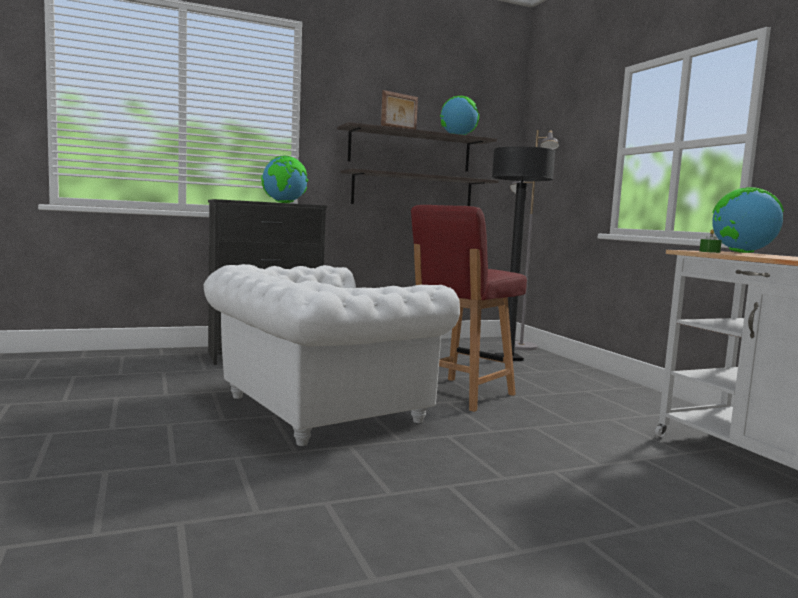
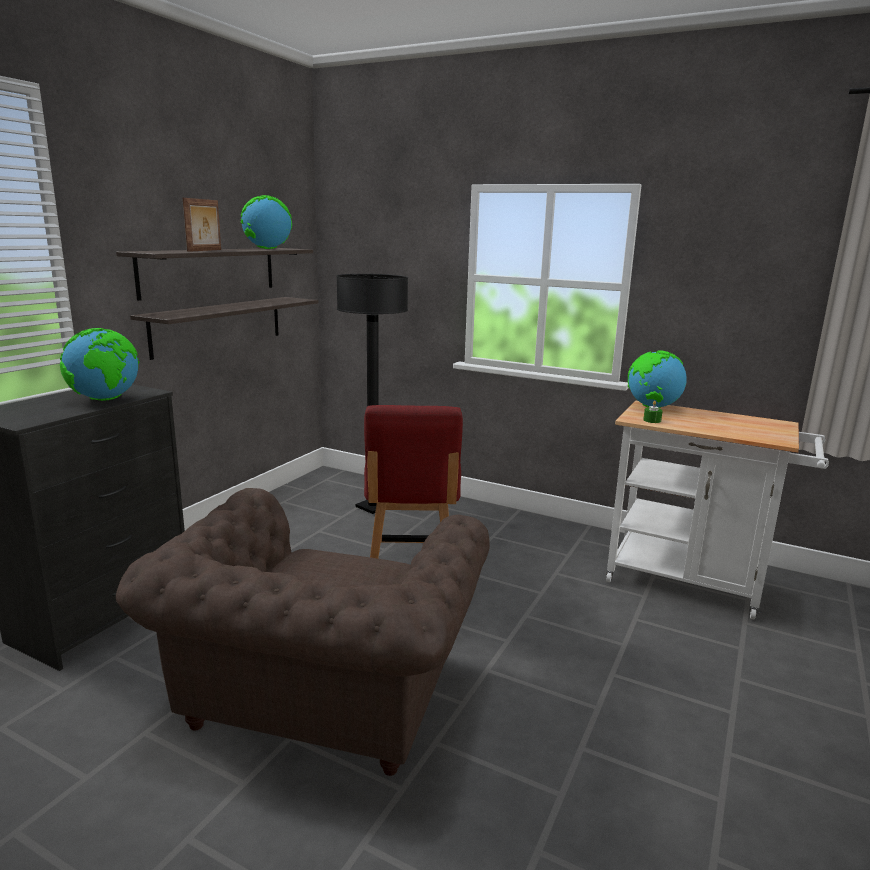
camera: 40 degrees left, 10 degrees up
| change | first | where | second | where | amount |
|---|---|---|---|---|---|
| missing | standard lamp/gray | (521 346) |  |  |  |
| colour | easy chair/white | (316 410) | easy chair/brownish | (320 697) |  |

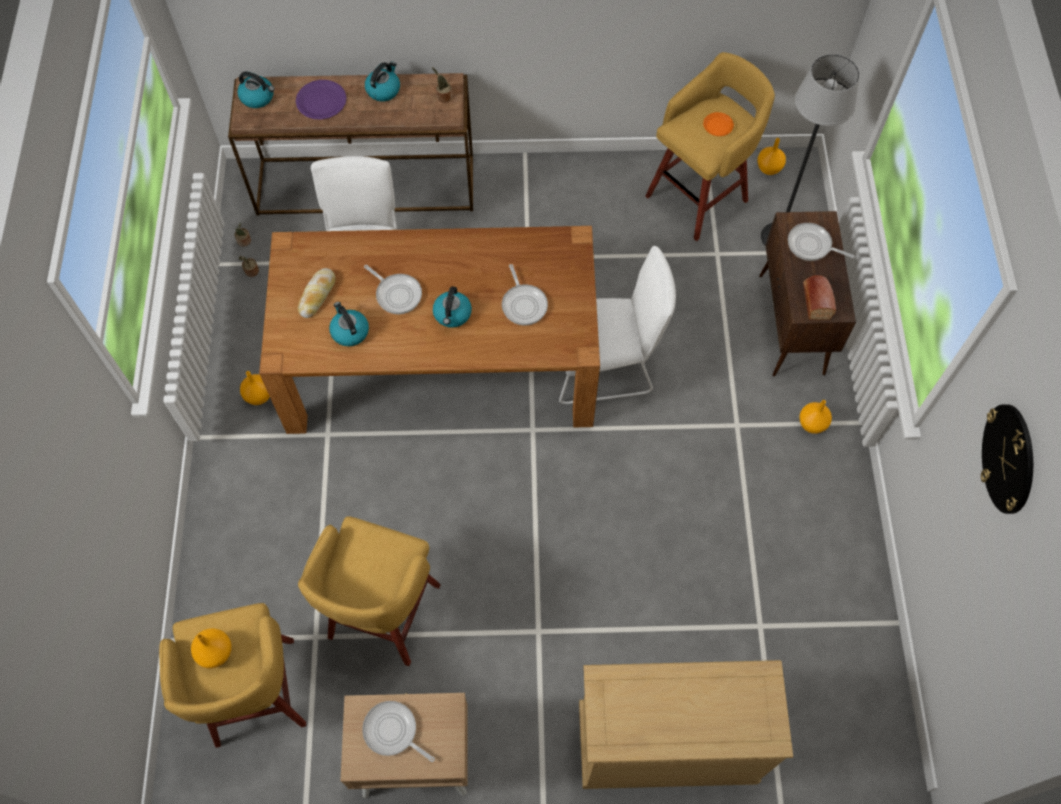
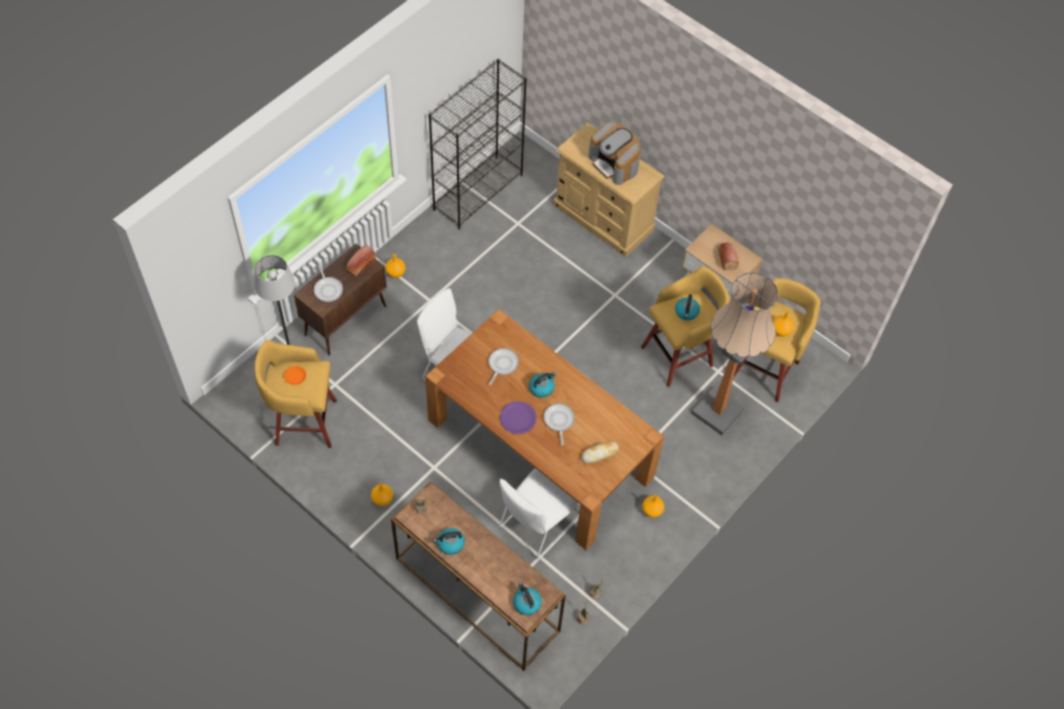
camera: 140 degrees left, 5 degrees down
| change | first | where | second | where | amount |
|---|---|---|---|---|---|
| relocated | flat dish/purple | (321 101) |  | (518 418) |  |
| relocated | vase/orangey | (769 168) |  | (382 499) |  |
| relocated | kettle | (349 331) |  | (686 312) |  |
| missing | hanging clock | (1008 458) |  |  |  |
| exchanged | pan | (393 732) | baked bread | (726 258) |  |
| appeared |  |  | bookshelf/blackish | (478 191) |  |
| appeared |  |  | coffee machine | (614 163) |  |
| appeared |  |  | standard lamp | (717 412) |  |

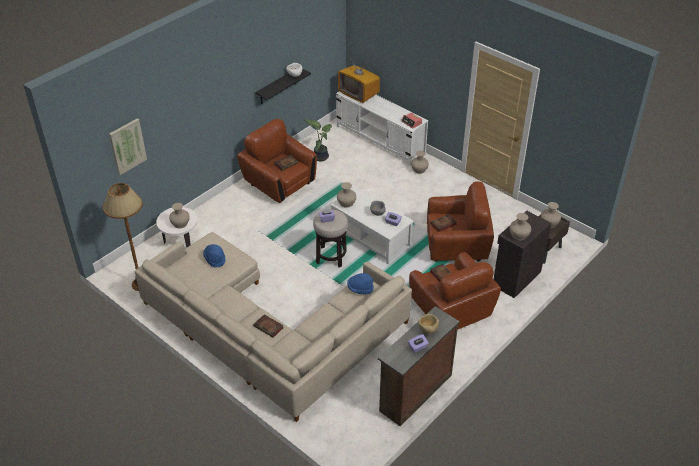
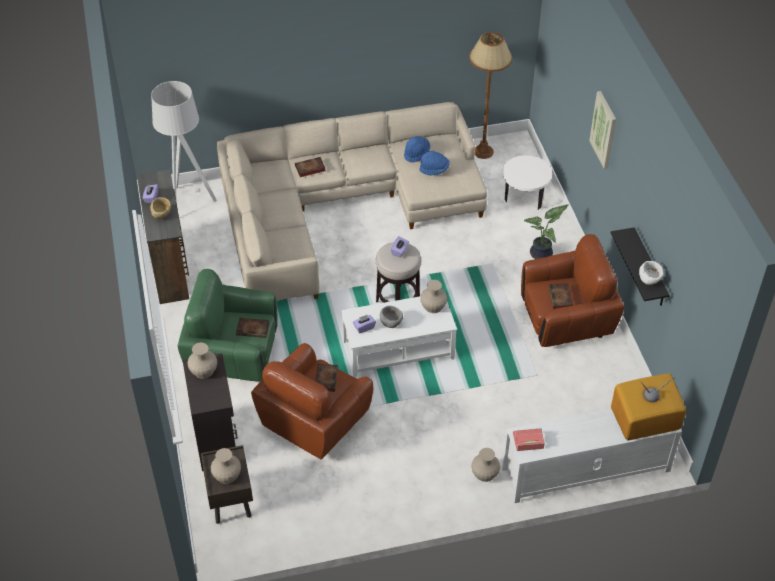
camera: 125 degrees right, 5 degrees up
| change | first | where | second | where | amount |
|---|---|---|---|---|---|
| relocated | wall art | (127 146) |  | (604 130) |  |
| relocated | plant in a pot | (320 156) |  | (542 254) |  |
| missing | vase/beige-coloured | (180 223) |  |  |  |
| colour | easy chair/brownish | (450 309) | easy chair/greenish | (232 353) |  |
| relocated | clothing hat/blue | (360 289) |  | (416 154) |  |
| appeared |  |  | standard lamp/gray | (189 202) |  |

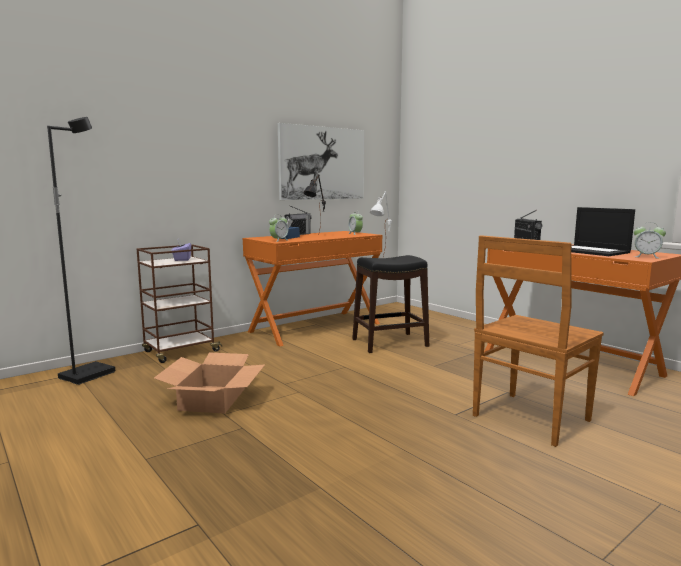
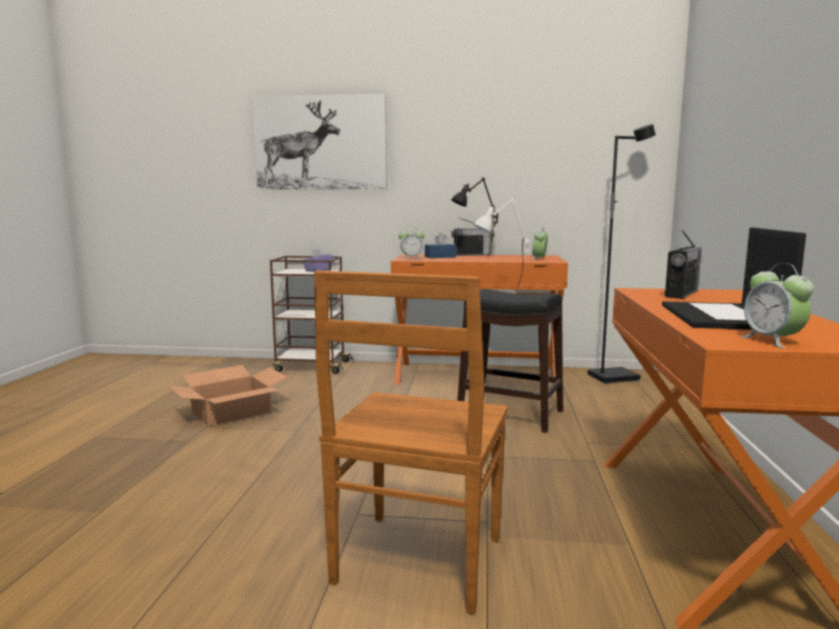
camera: 45 degrees right, 0 degrees up
| change | first | where | second | where | amount |
|---|---|---|---|---|---|
| relocated | standard lamp/blackish | (87 375) |  | (613 377) |  |
| relocated | wall art | (322 163) |  | (320 143) |  |
| spun | upright chair/brownish | (529 419) |  | (417 563) | 75 degrees counterclockwise |

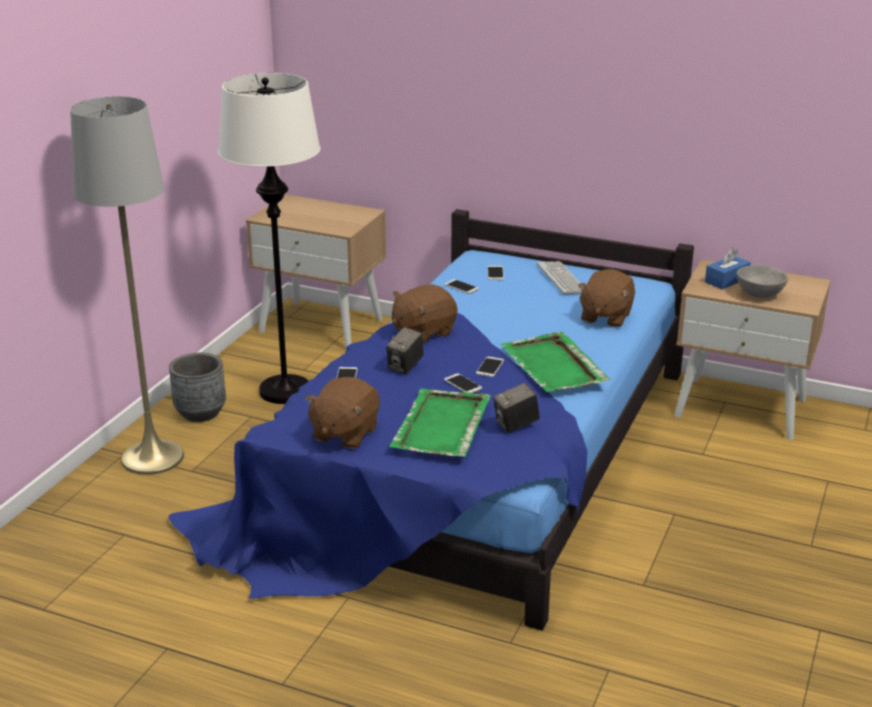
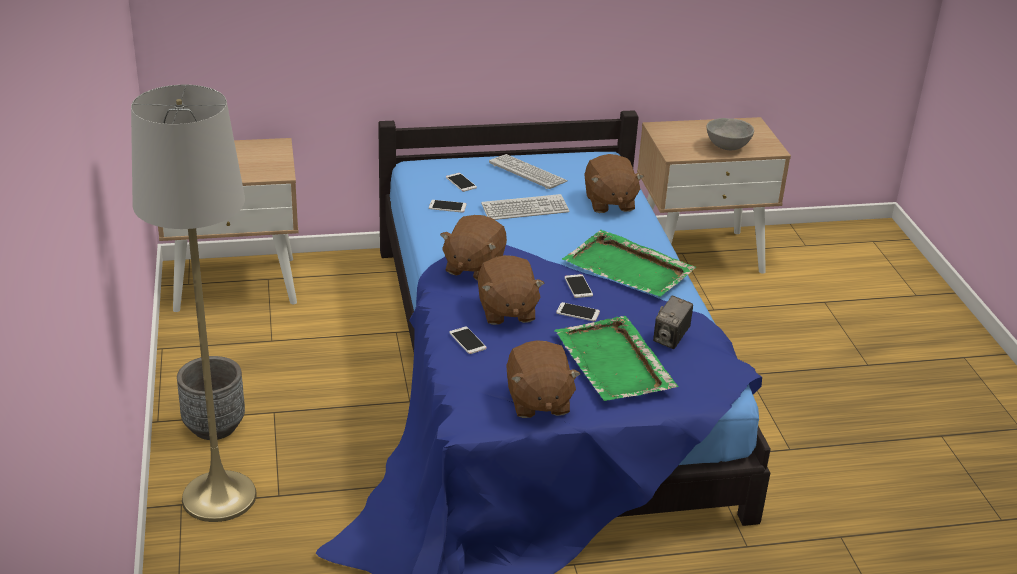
camera: 35 degrees left, 5 degrees up
| change | first | where | second | where | amount |
|---|---|---|---|---|---|
| missing | standard lamp/white | (285 391) |  |  |  |
| missing | tissue holder/blue | (726 280) |  |  |  |
| exchanged | photo camera | (405 367) | cuddly toy/brownish | (506 311) |  |
| appeared |  |  | PC keyboard | (525 209) |  |

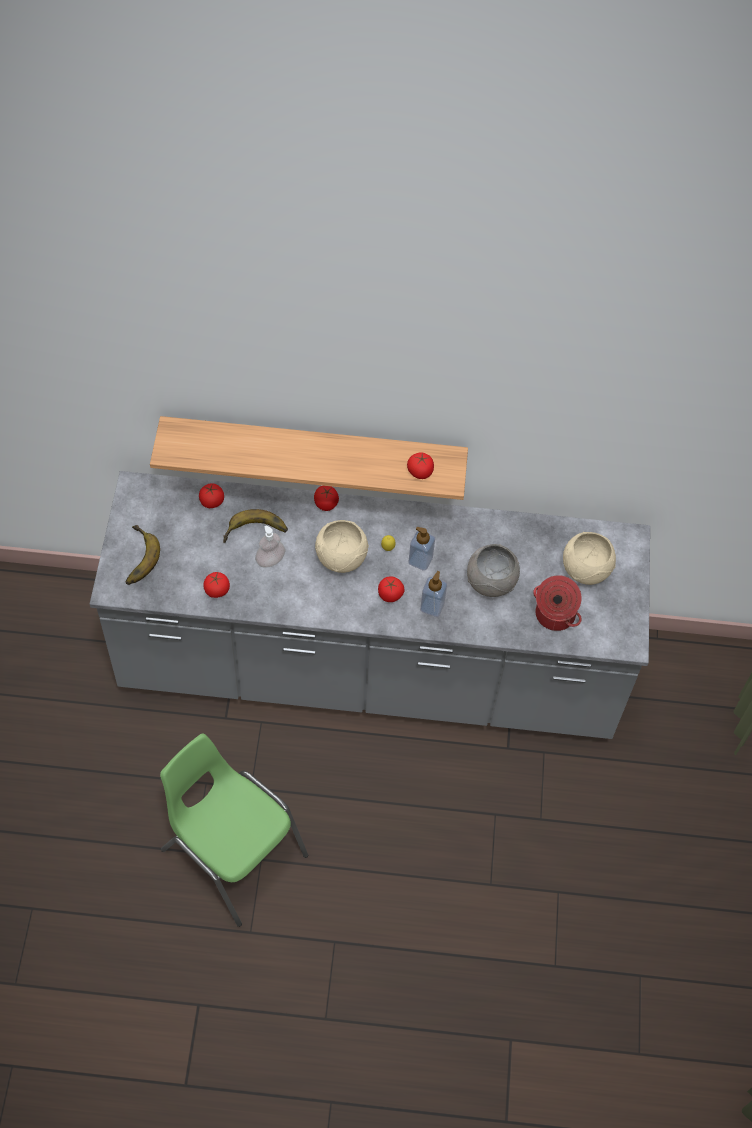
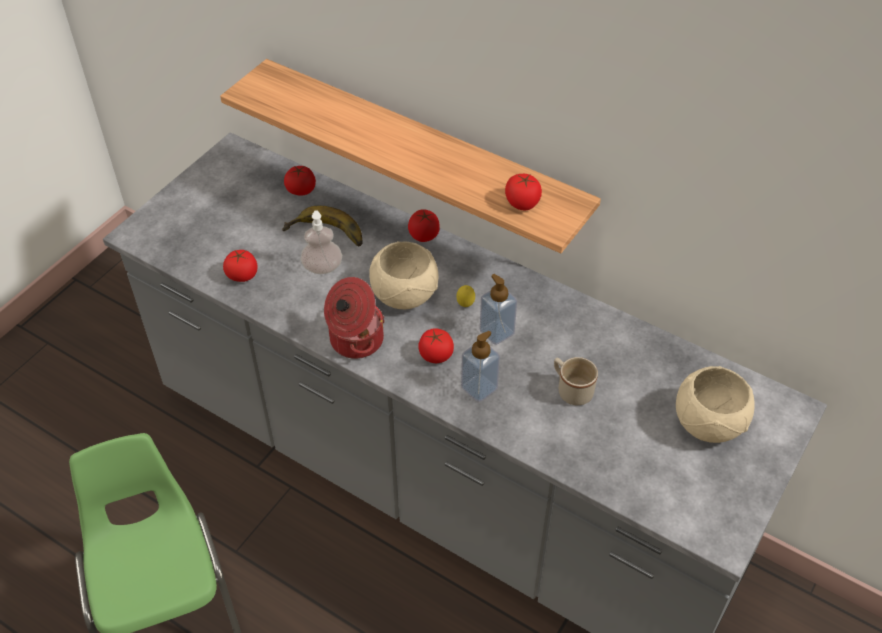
camera: 30 degrees right, 10 degrees down
| change | first | where | second | where | amount |
|---|---|---|---|---|---|
| missing | banana | (135 558) |  |  |  |
| exchanged | serving bowl/gray | (491 582) | coffee mug/beige-coloured | (571 389) |  |
| relocated | stockpot | (554 615) |  | (355 340) |  |

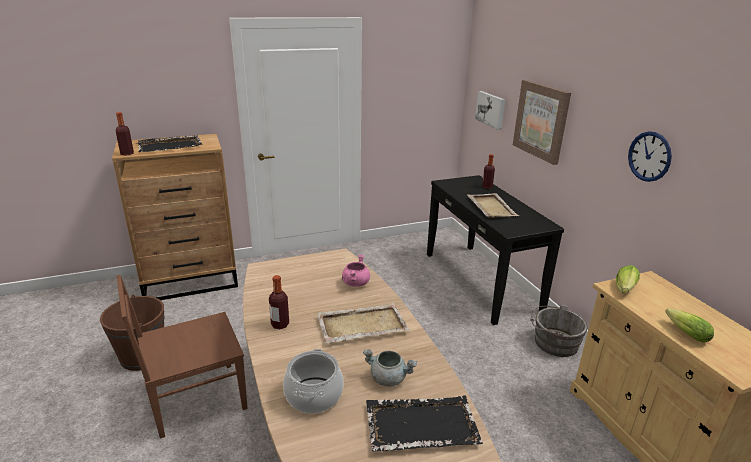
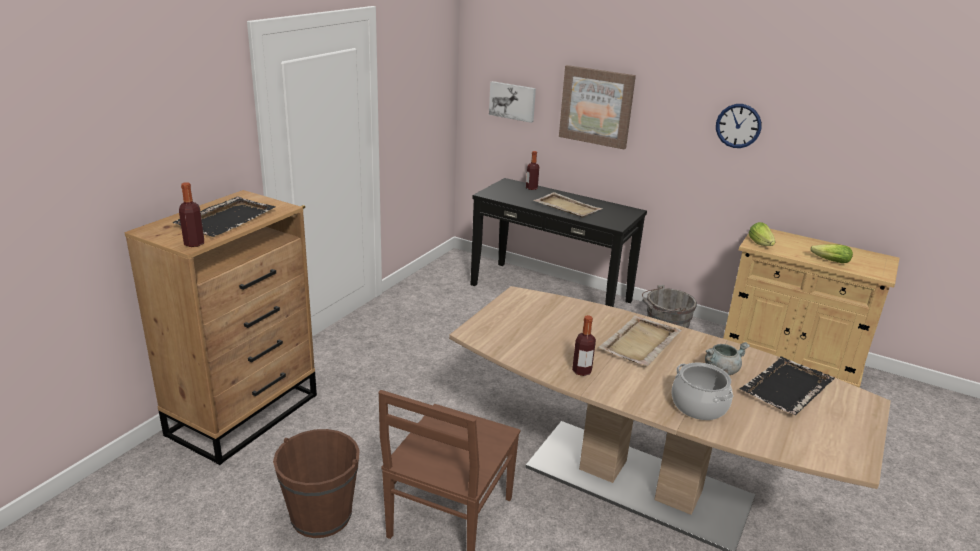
camera: 40 degrees left, 0 degrees up
| change | first | where | second | where | amount |
|---|---|---|---|---|---|
| missing | stockpot/pink-coloured | (355 283) |  |  |  |

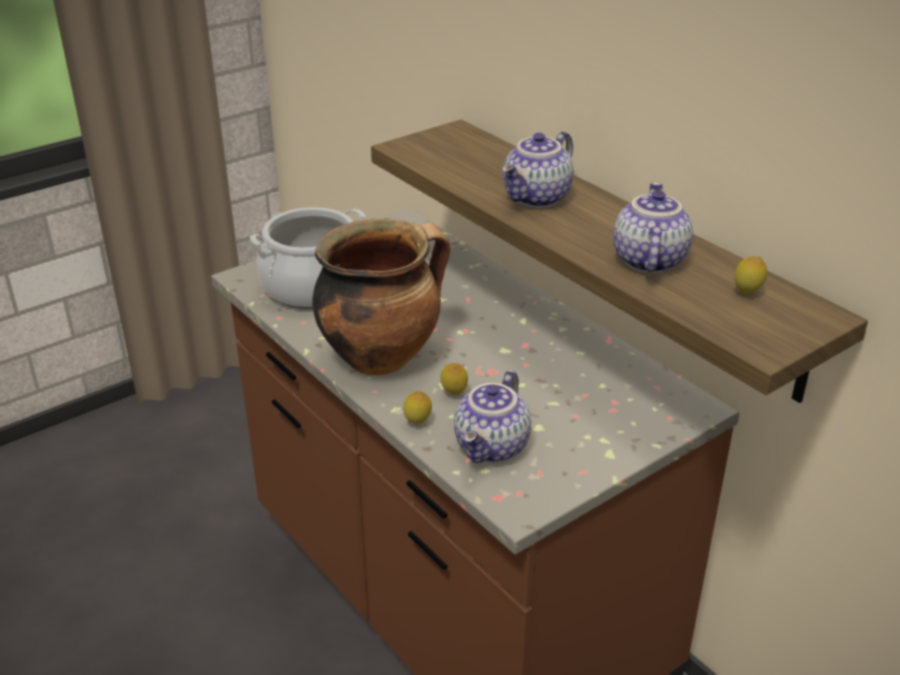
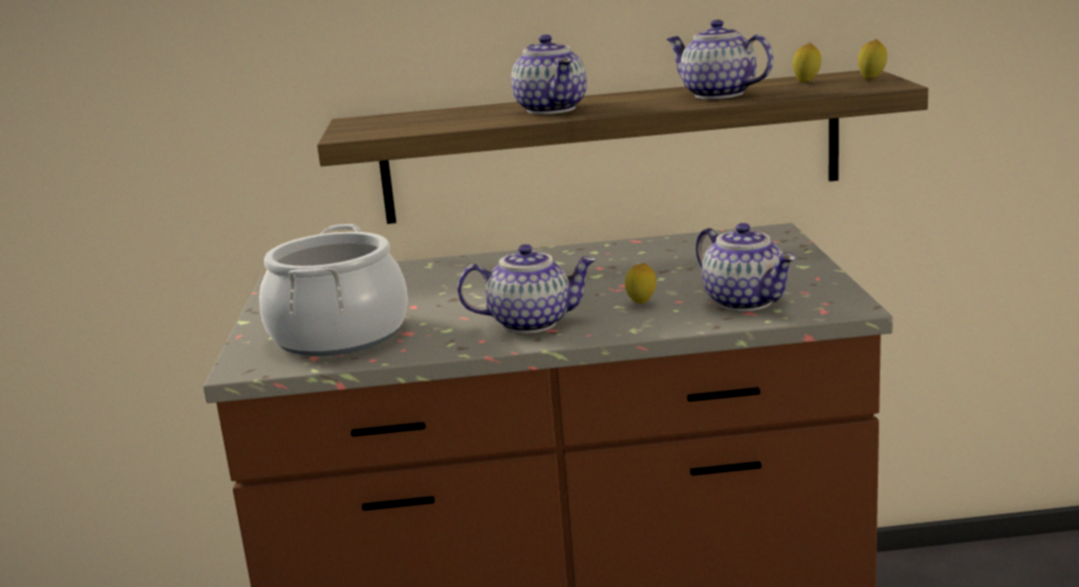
camera: 55 degrees left, 15 degrees down
| change | first | where | second | where | amount |
|---|---|---|---|---|---|
| exchanged | stockpot | (382 356) | pot for tea | (531 323) |  |
| relocated | whole lemon | (417 423) |  | (872 79) |  |

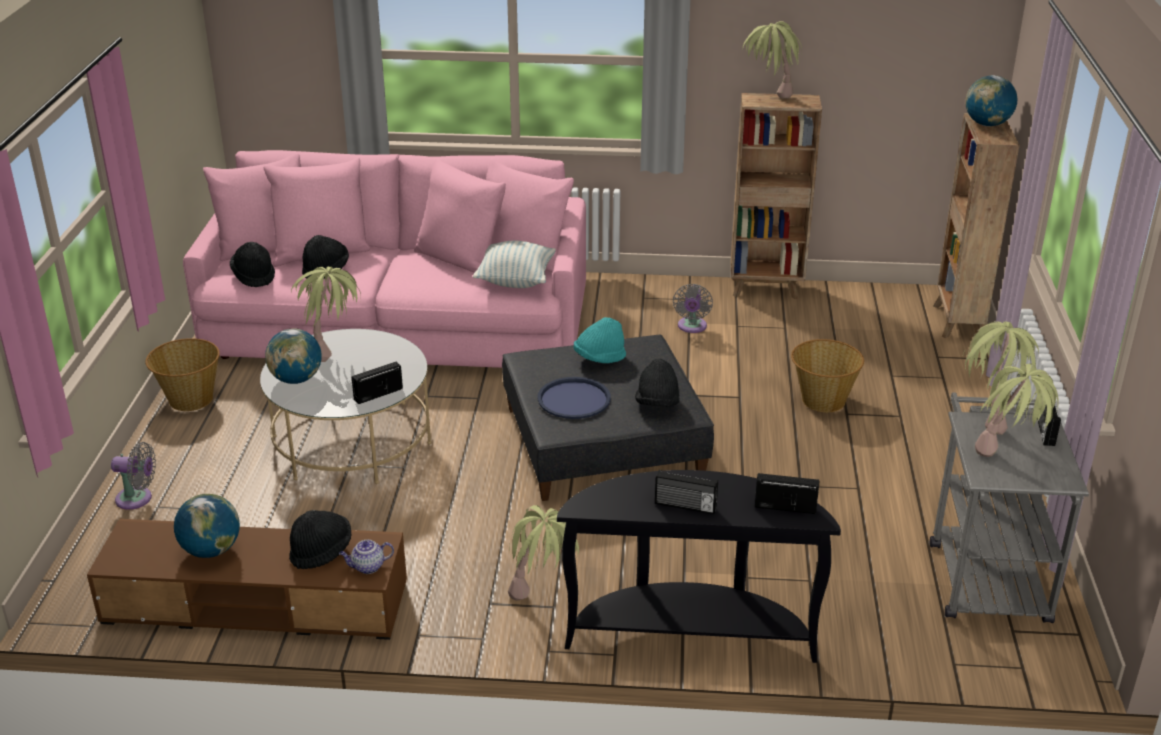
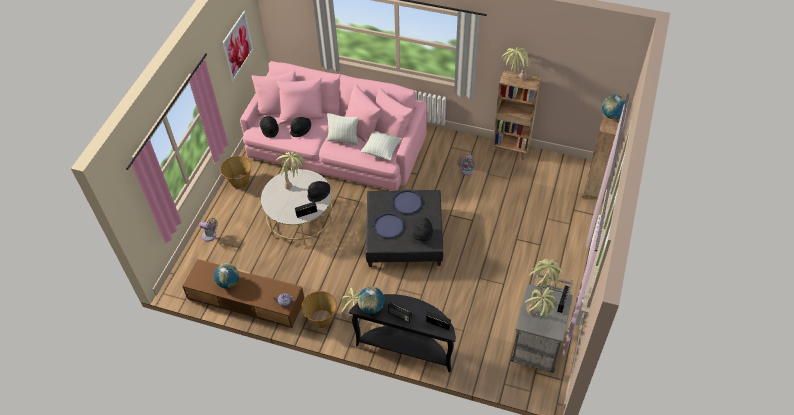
camera: 15 degrees right, 20 degrees up
| change | first | where | second | where | amount |
|---|---|---|---|---|---|
| exchanged | clothing hat/turquoise-coloured | (599 358) | carrying tray/blue | (407 202) |  |
| relocated | world globe | (296 379) |  | (371 307) |  |
| relocated | basket | (822 400) |  | (321 318) |  |
| relocated | clothing hat/blackish | (321 552) |  | (319 194) |  |
| appeared |  |  | wall art | (237 46) |  |
| appeared |  |  | cushion | (343 140) |  |

